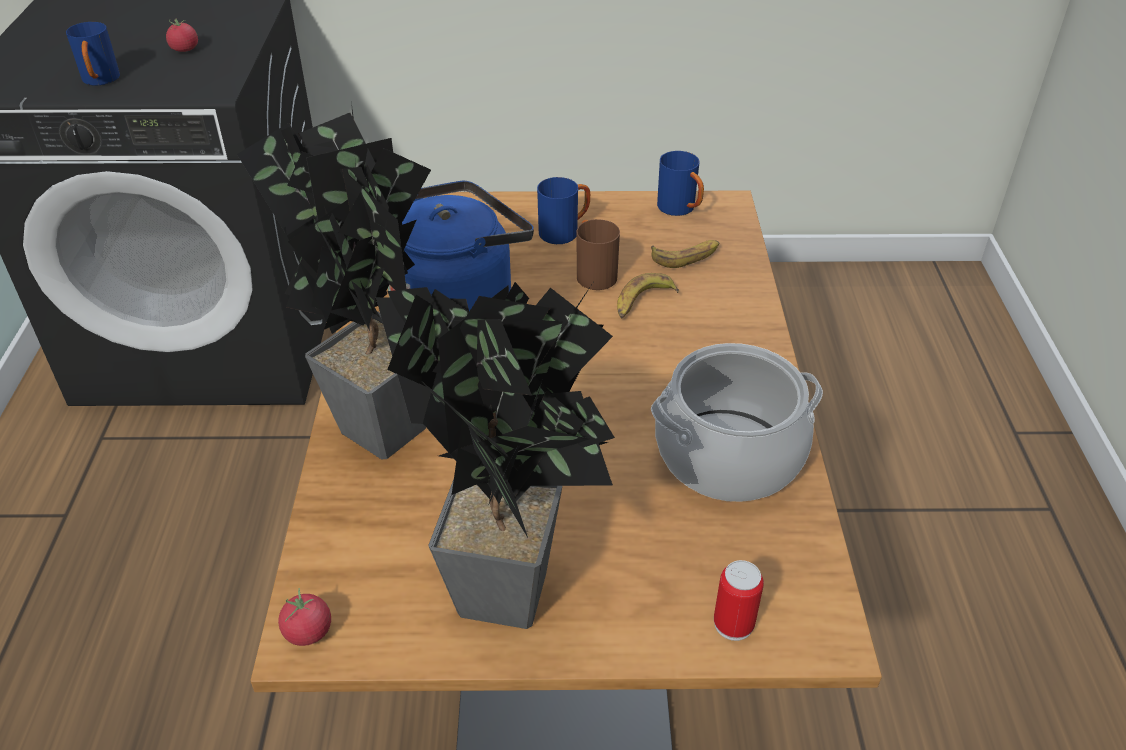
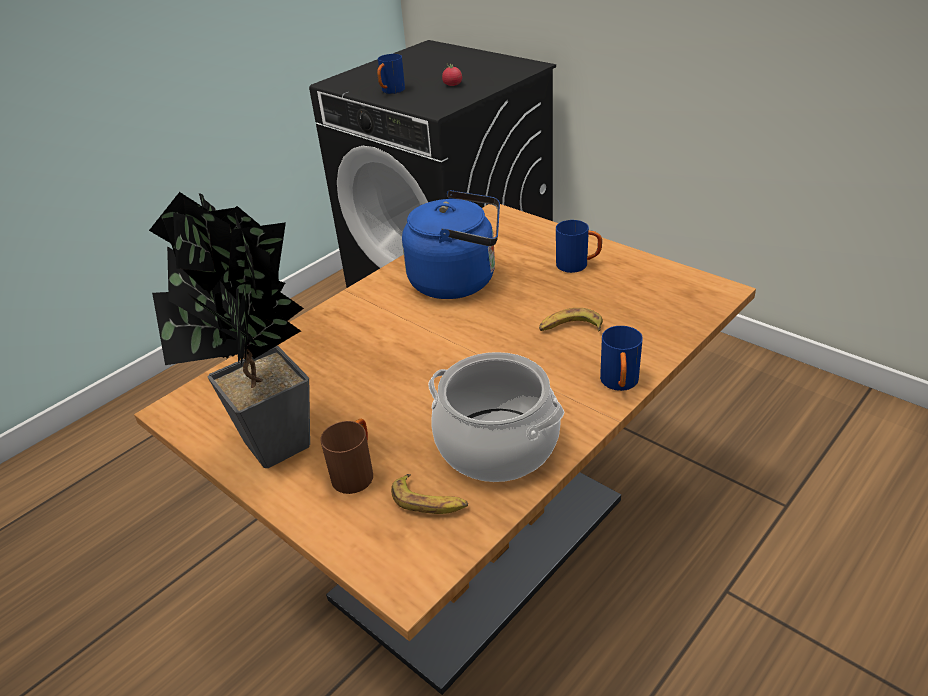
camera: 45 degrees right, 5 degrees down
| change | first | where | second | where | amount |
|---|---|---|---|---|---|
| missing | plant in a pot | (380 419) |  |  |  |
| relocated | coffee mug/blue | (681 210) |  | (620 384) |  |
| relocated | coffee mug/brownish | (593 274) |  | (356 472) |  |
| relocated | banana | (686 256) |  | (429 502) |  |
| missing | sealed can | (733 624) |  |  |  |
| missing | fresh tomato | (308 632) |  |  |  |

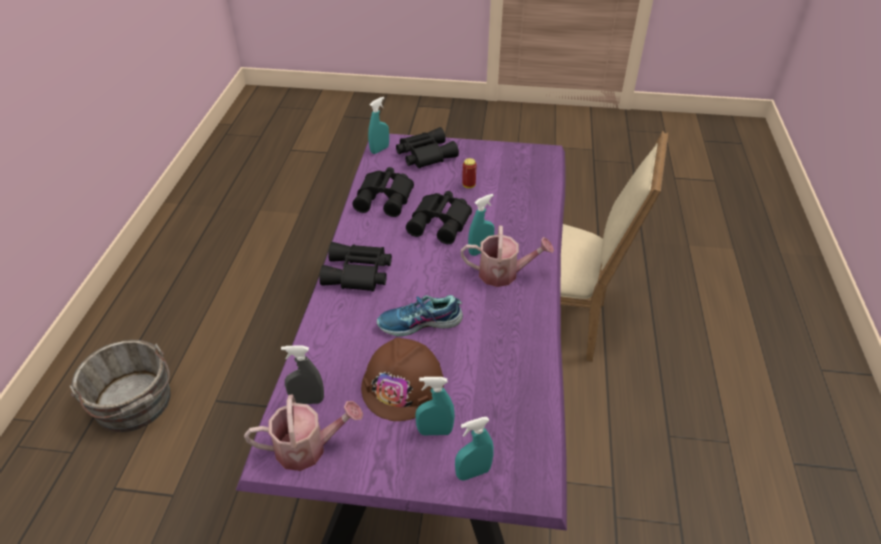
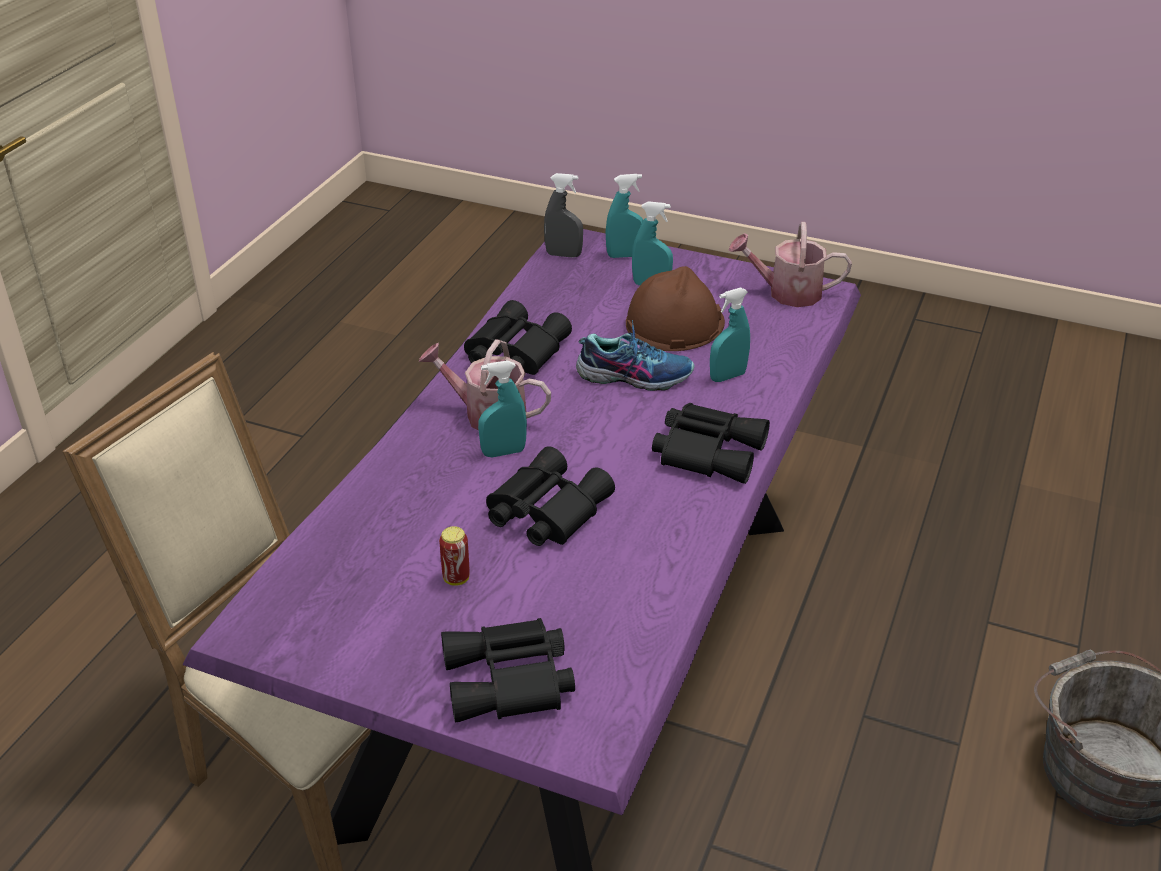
camera: 165 degrees left, 5 degrees down
| change | first | where | second | where | amount |
|---|---|---|---|---|---|
| relocated | spray bottle/turquoise-coloured | (379 150) |  | (727 376) |  |
| relocated | field glasses/blackish | (386 198) |  | (513 352) |  |
| relocated | spray bottle/gray | (307 400) |  | (563 255) |  |

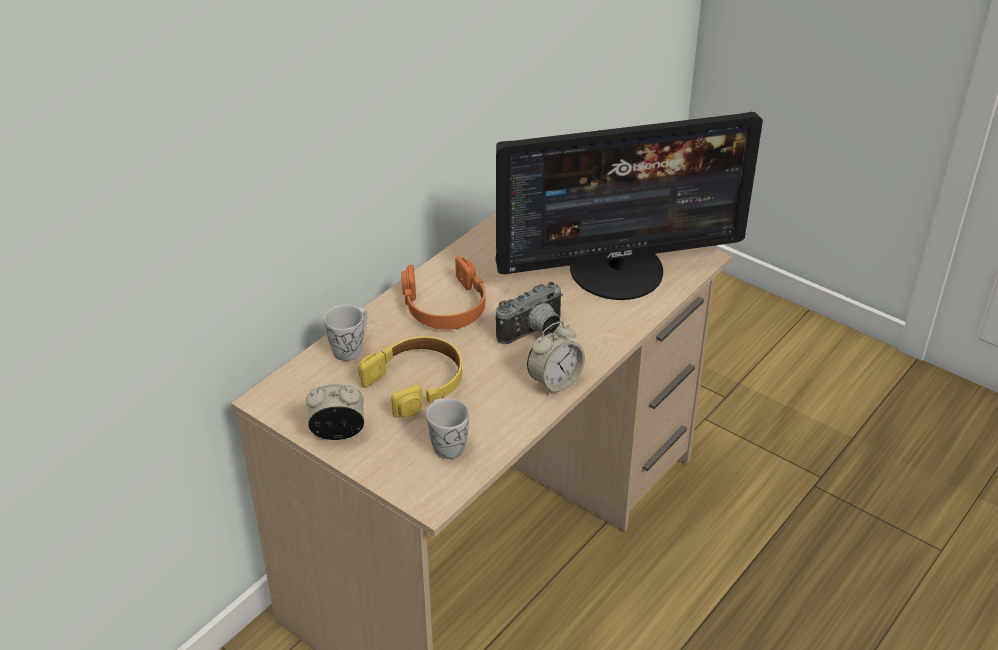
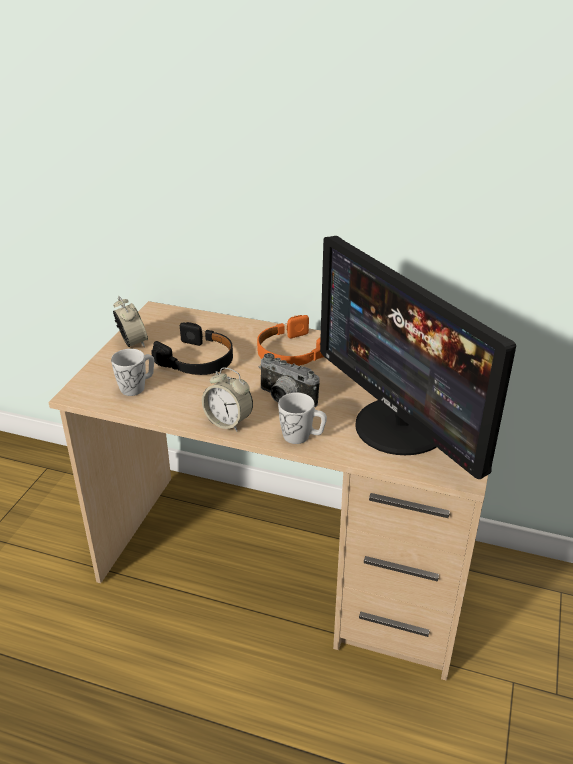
camera: 70 degrees right, 5 degrees down
| change | first | where | second | where | amount |
|---|---|---|---|---|---|
| relocated | coffee mug/white | (351 348) |  | (302 437) |  |
| colour | headphones/yellowish | (416 383) | headphones/blackish | (197 360) |  |

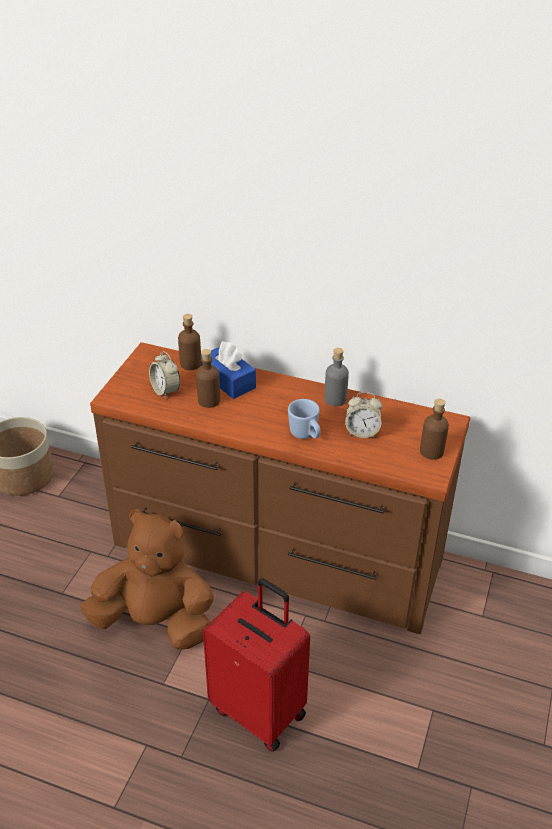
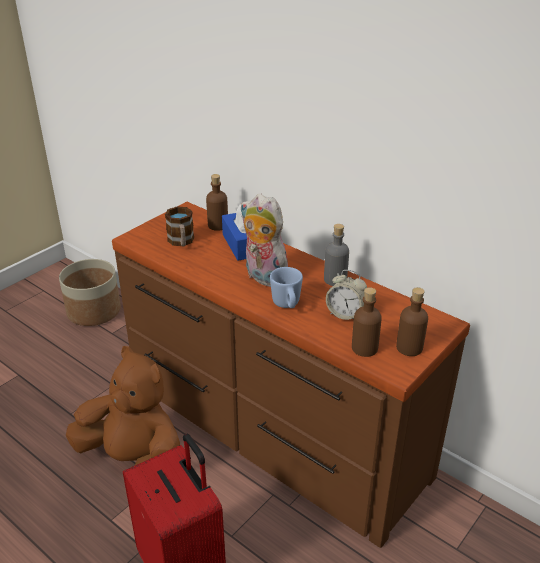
camera: 20 degrees right, 5 degrees down
| change | first | where | second | where | amount |
|---|---|---|---|---|---|
| relocated | beverage bottle/brownish | (209 400) |  | (364 348) |  |
| exchanged | table clock | (165 391) | coffee mug | (181 242) |  |
| appeared |  |  | cuddly toy | (263 277) |  |

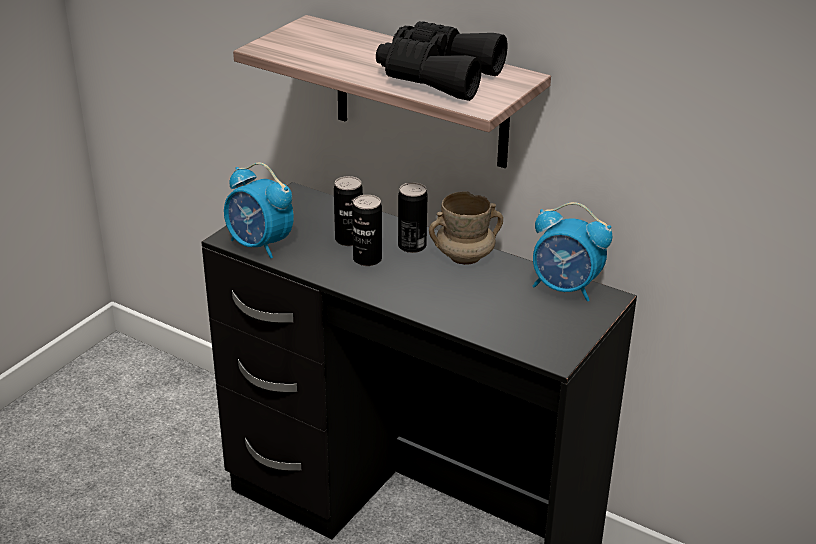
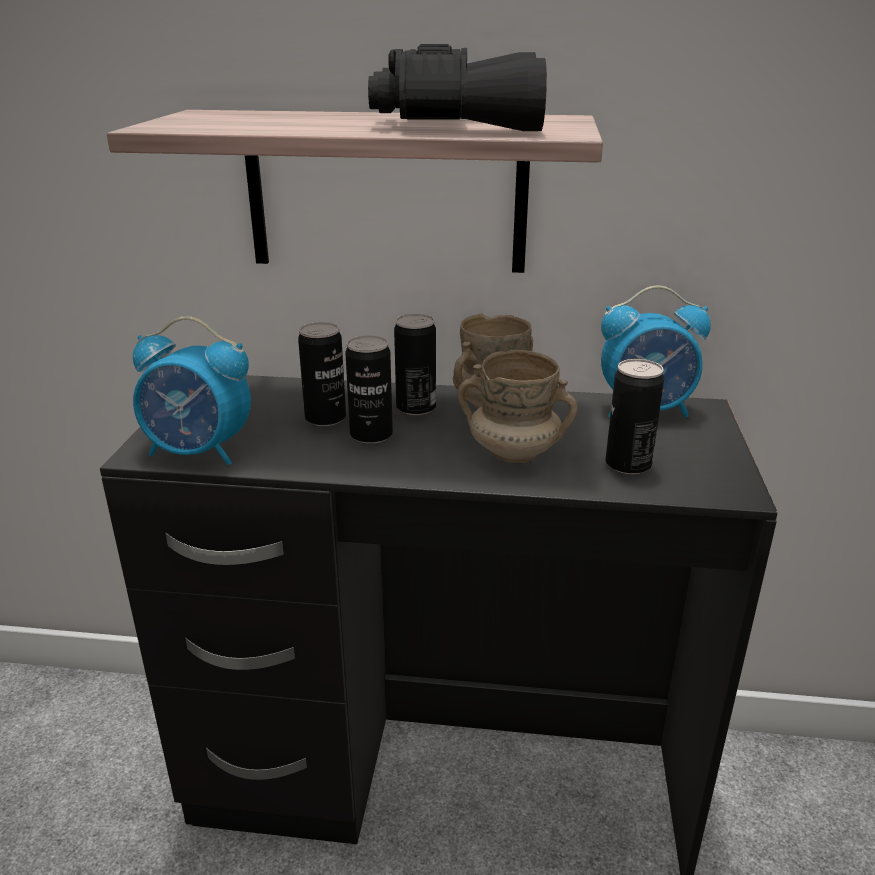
camera: 25 degrees left, 5 degrees down
| change | first | where | second | where | amount |
|---|---|---|---|---|---|
| appeared |  |  | coffee mug/beige-coloured | (513 453) |  |
| appeared |  |  | sealed can | (628 464) |  |

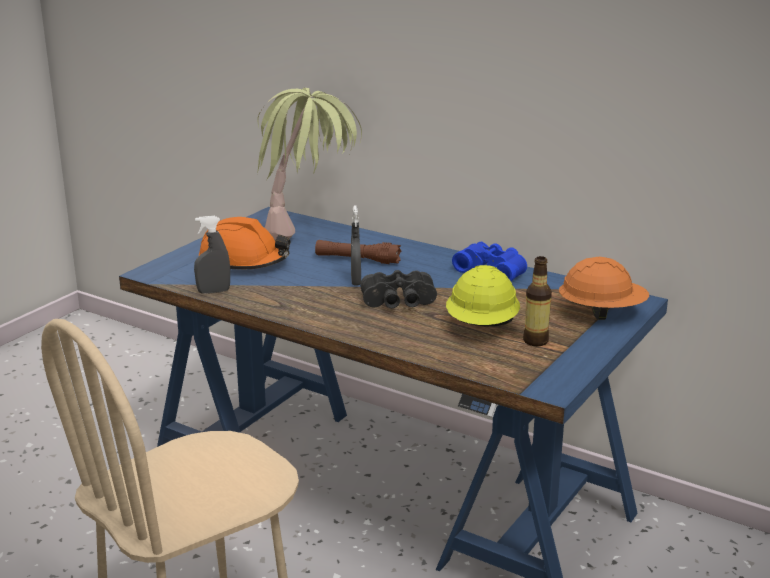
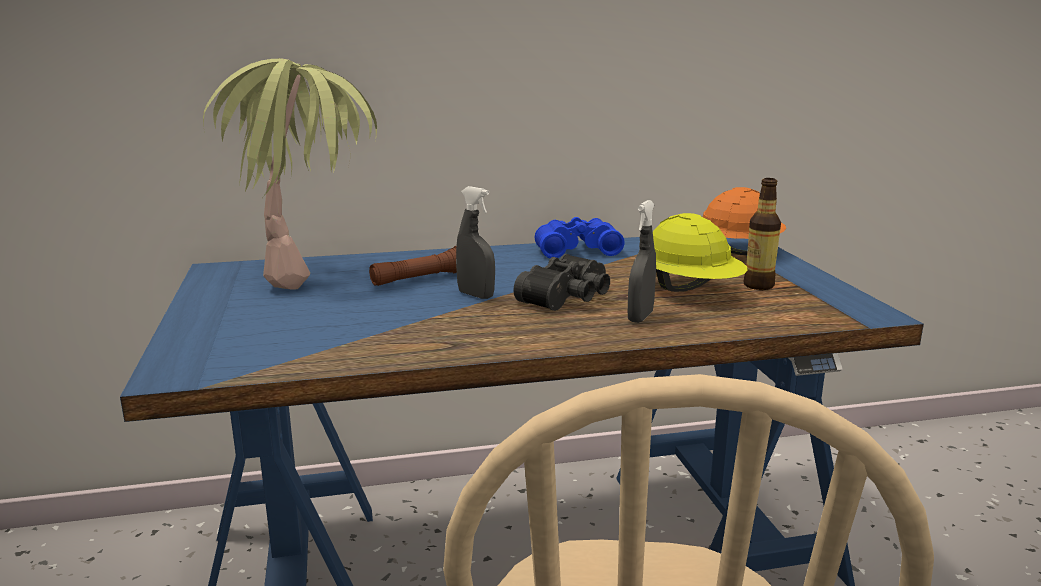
camera: 45 degrees left, 5 degrees down
| change | first | where | second | where | amount |
|---|---|---|---|---|---|
| relocated | spray bottle/gray | (213 291) |  | (640 317) |  |
| missing | safety helmet/orangey | (244 261) |  |  |  |

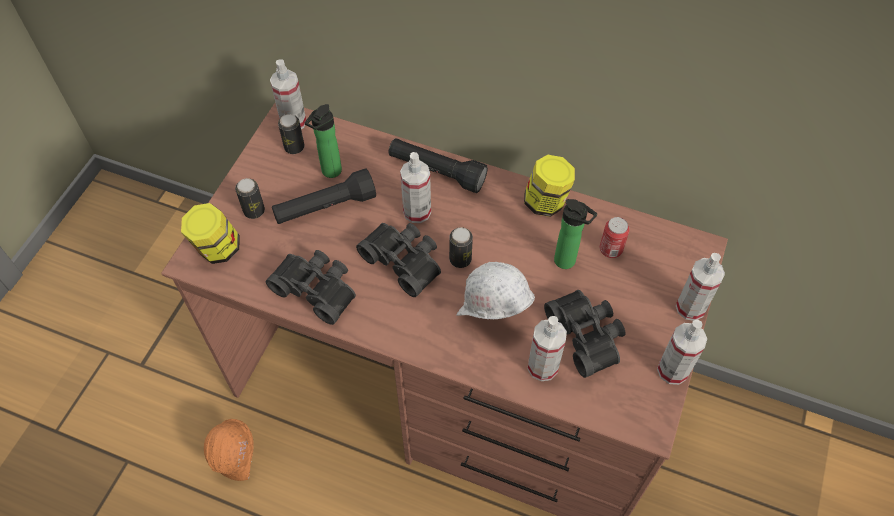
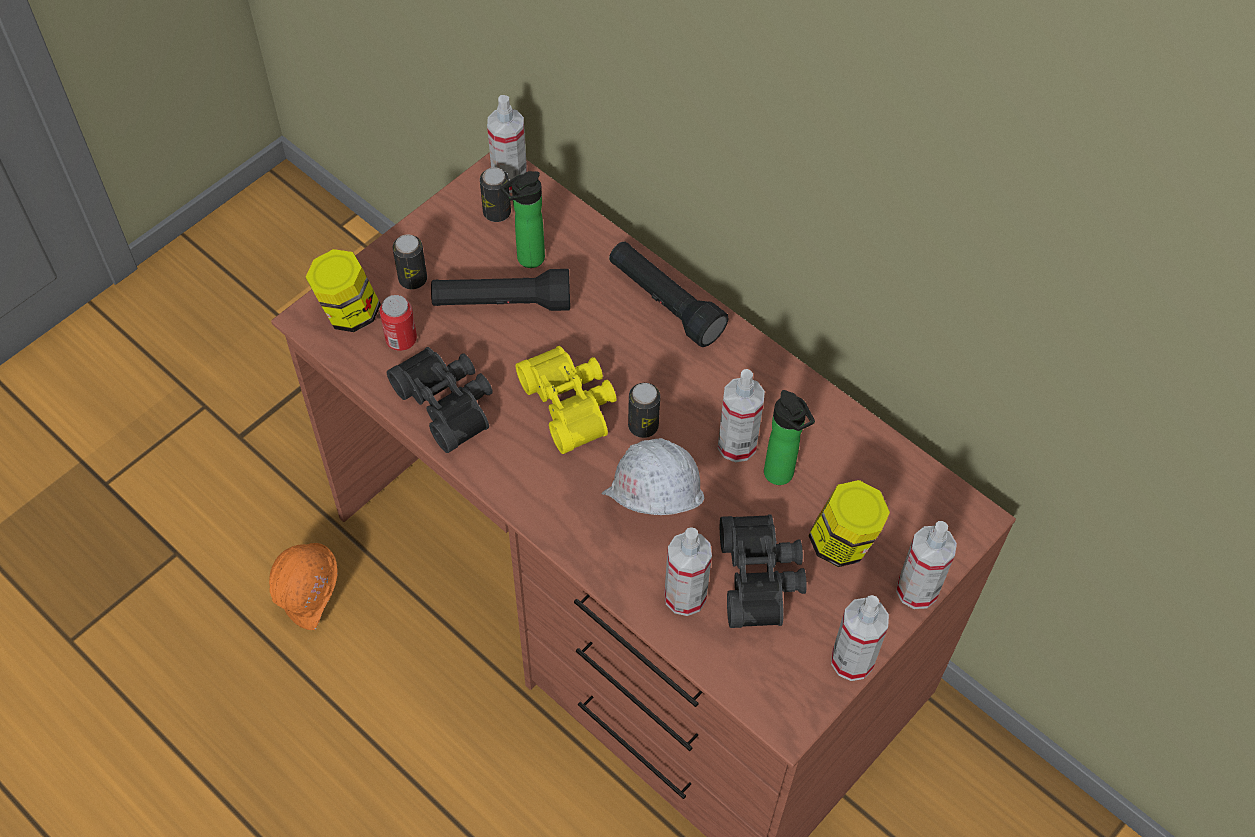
camera: 20 degrees right, 0 degrees up
| change | first | where | second | where | amount |
|---|---|---|---|---|---|
| relocated | spray bottle | (417 212) |  | (737 445) |  |
| relocated | preserve jar | (546 202) |  | (843 543) |  |
| relocated | sealed can | (610 249) |  | (401 339) |  |
| colour | field glasses/blackish | (404 260) | field glasses/yellowish | (572 403) |  |

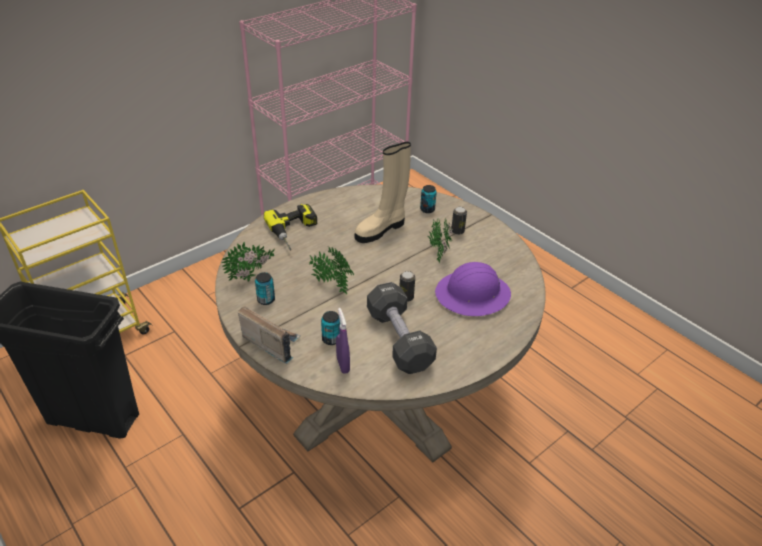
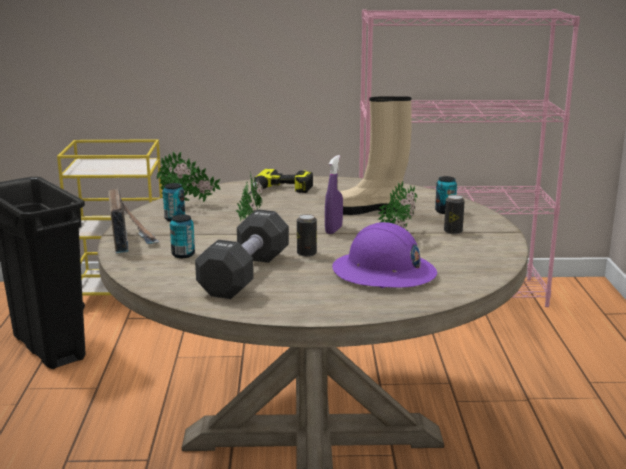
camera: 40 degrees right, 20 degrees down
| change | first | where | second | where | amount |
|---|---|---|---|---|---|
| relocated | spray bottle/purple | (343 365) |  | (333 230) |  |

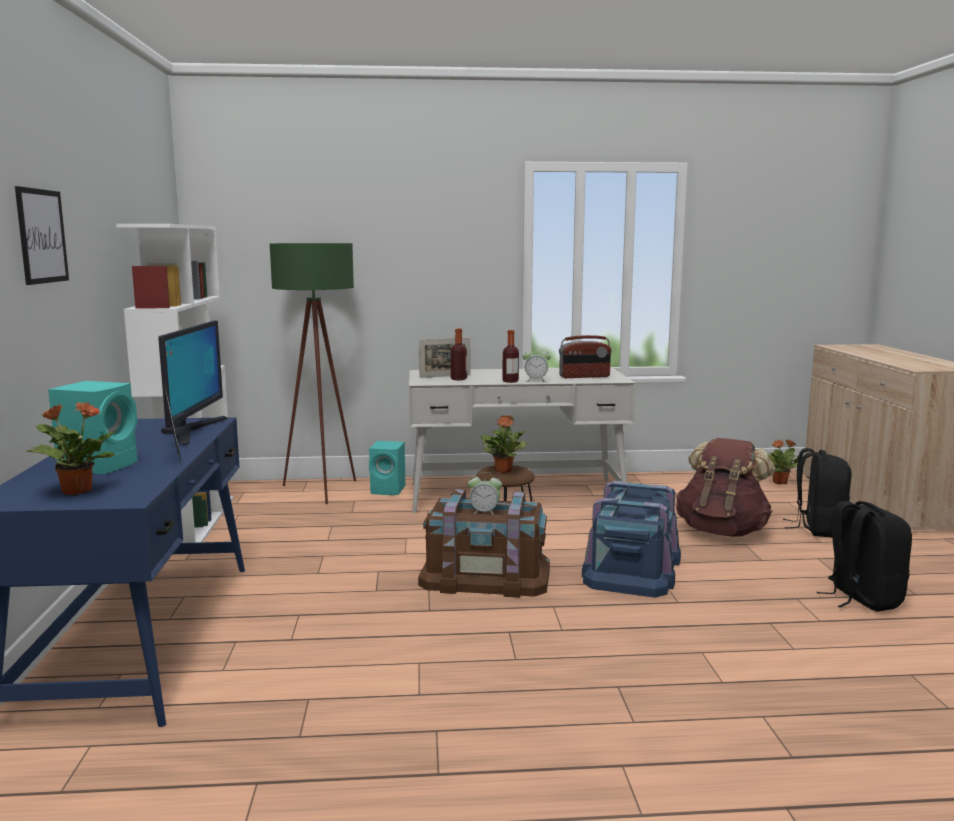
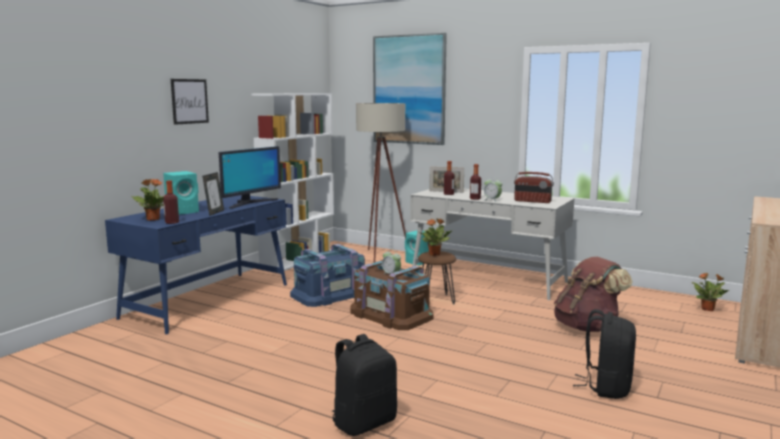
camera: 35 degrees right, 0 degrees up
| change | first | where | second | where | amount |
|---|---|---|---|---|---|
| colour | standard lamp/greenish | (322 493) | standard lamp/beige-coloured | (381 257) |  |
| relocated | knapsack/blackish | (818 529) |  | (364 422) |  |
| relocated | storage box/blue | (631 568) |  | (330 294) |  |
| appeared |  |  | wall art | (409 89) |  |
| appeared |  |  | beverage bottle | (172 222) |  |

